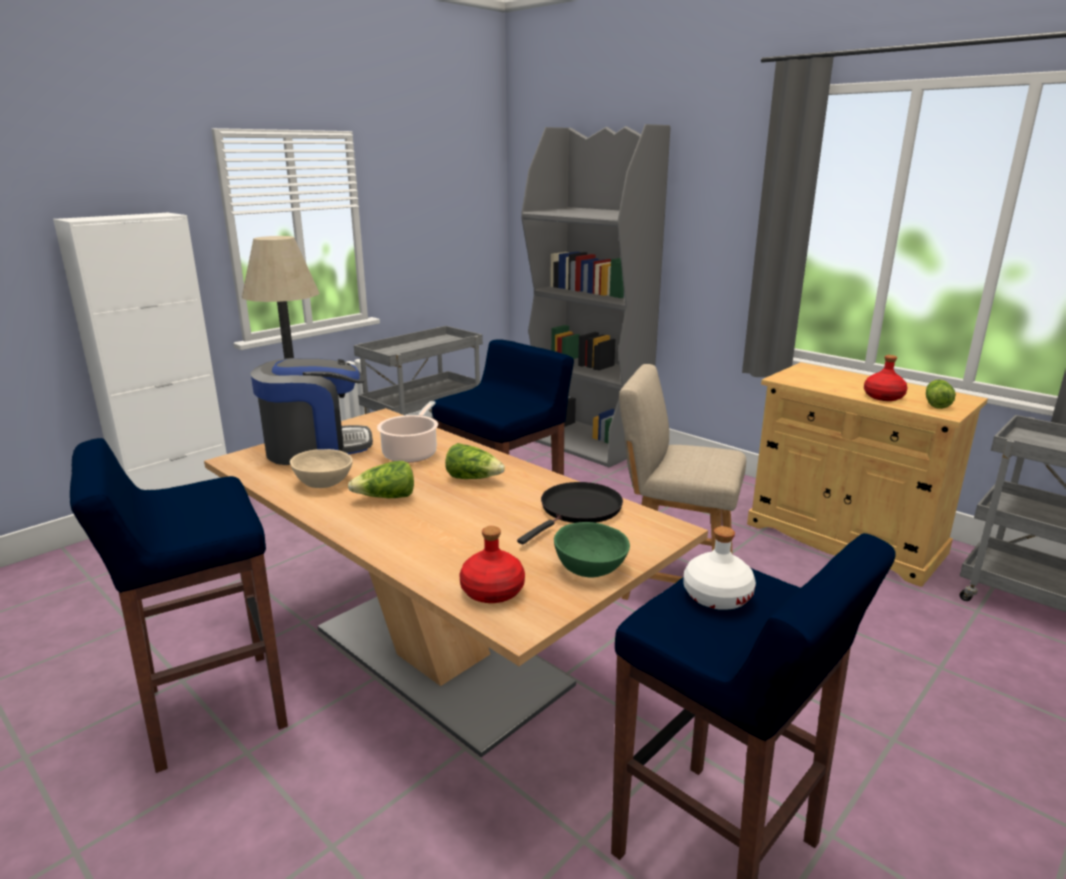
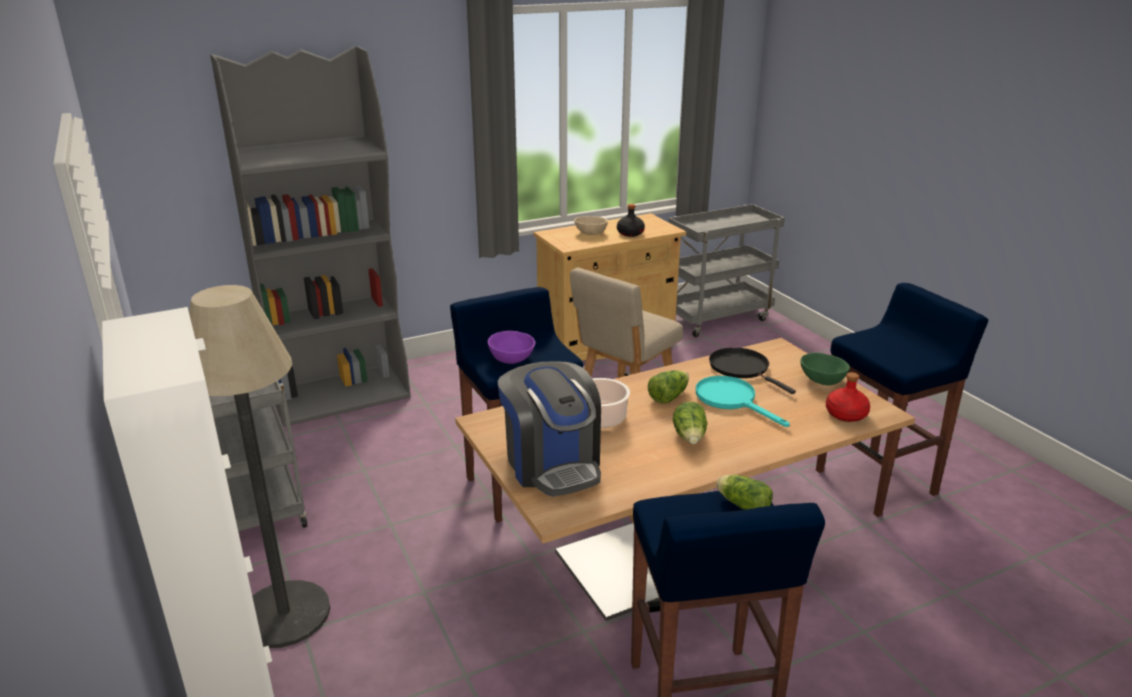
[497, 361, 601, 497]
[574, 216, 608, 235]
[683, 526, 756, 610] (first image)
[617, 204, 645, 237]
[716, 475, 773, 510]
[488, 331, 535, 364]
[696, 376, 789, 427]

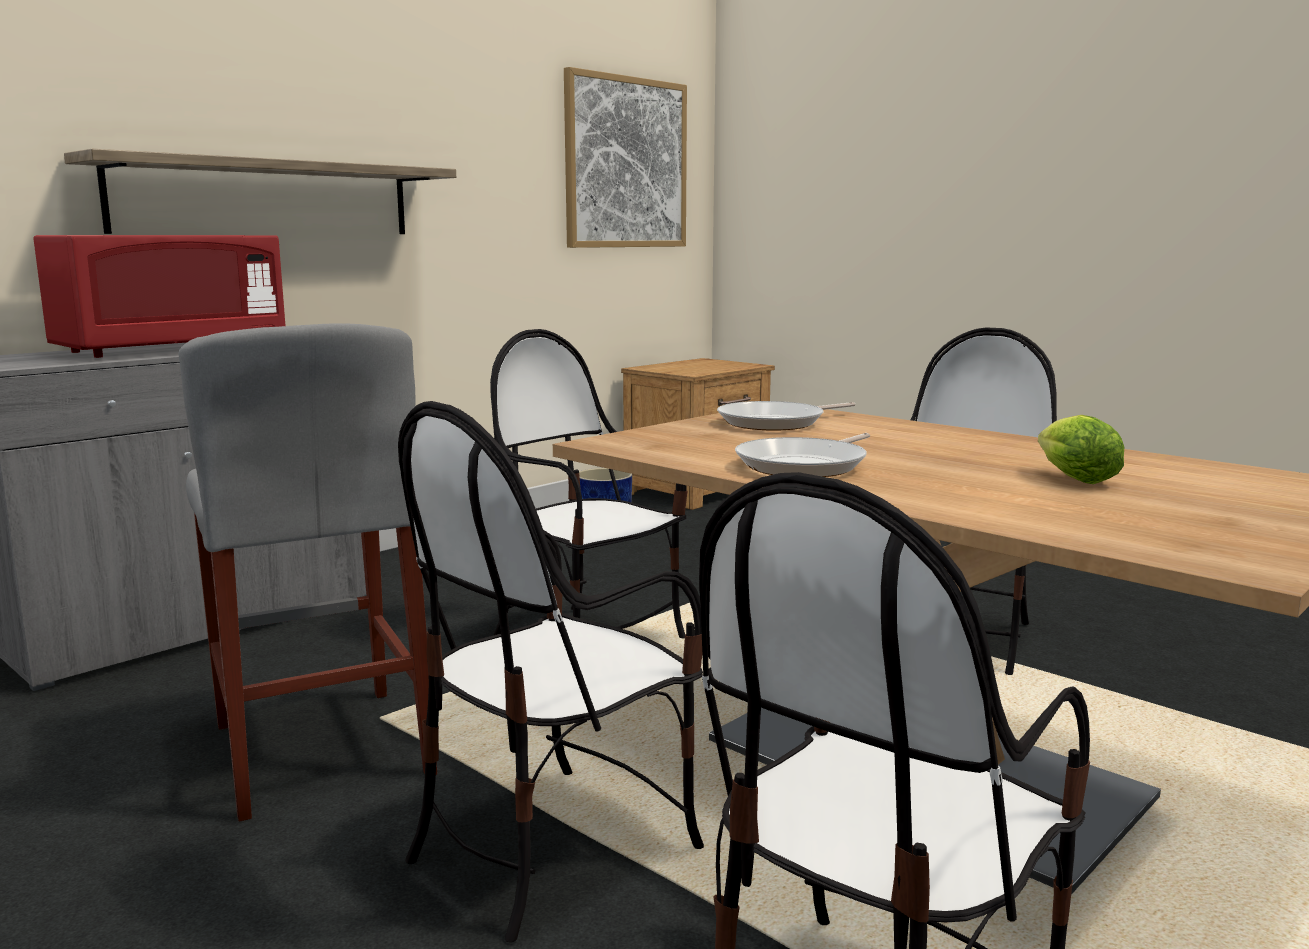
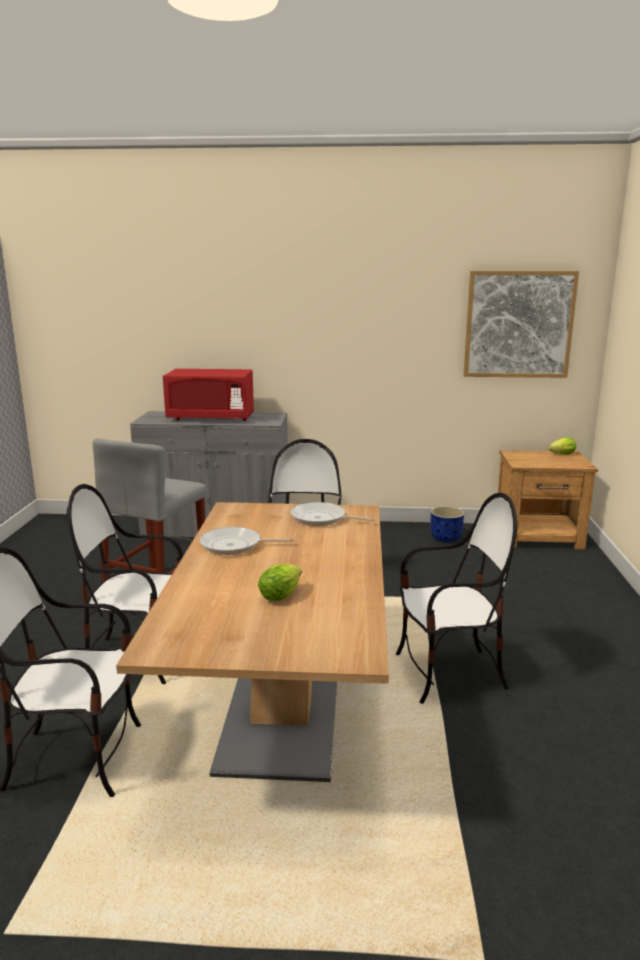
[64, 149, 456, 234] (first image)
[548, 437, 576, 455]

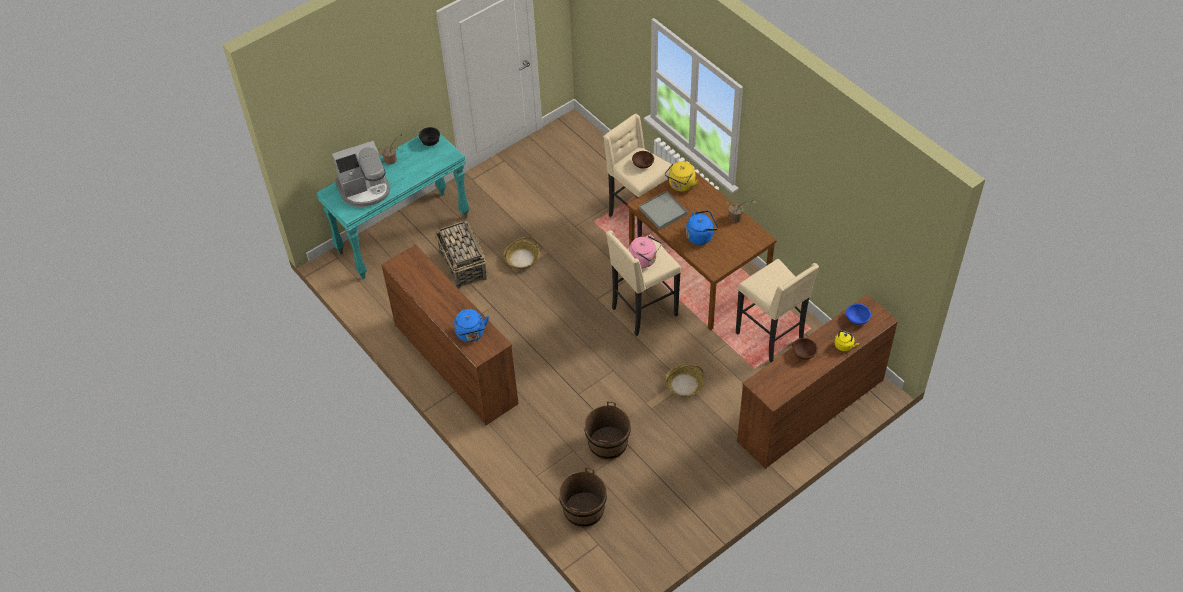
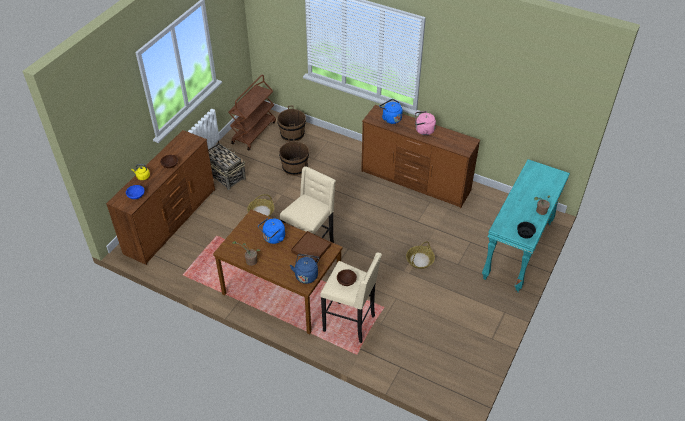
[332, 141, 390, 207] (first image)
[208, 141, 246, 190]
[415, 111, 436, 135]
[291, 231, 331, 263]
[290, 254, 319, 284]
[736, 259, 819, 362] (first image)
[228, 75, 276, 150]

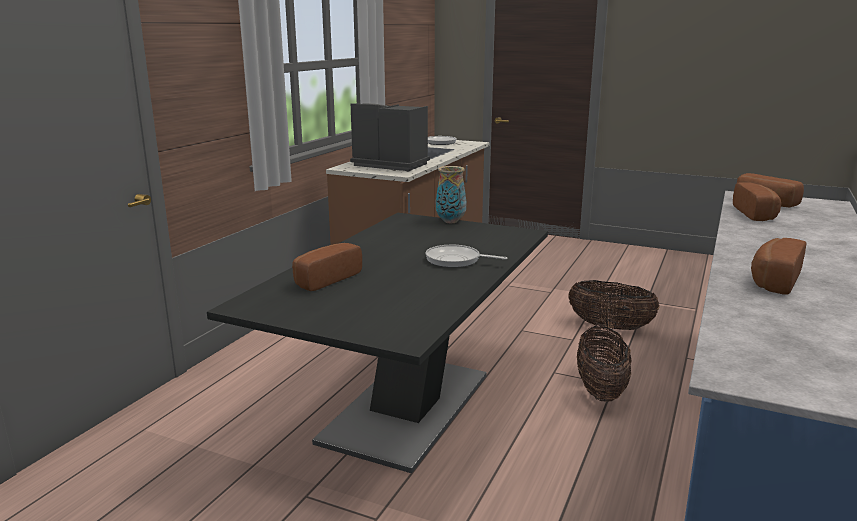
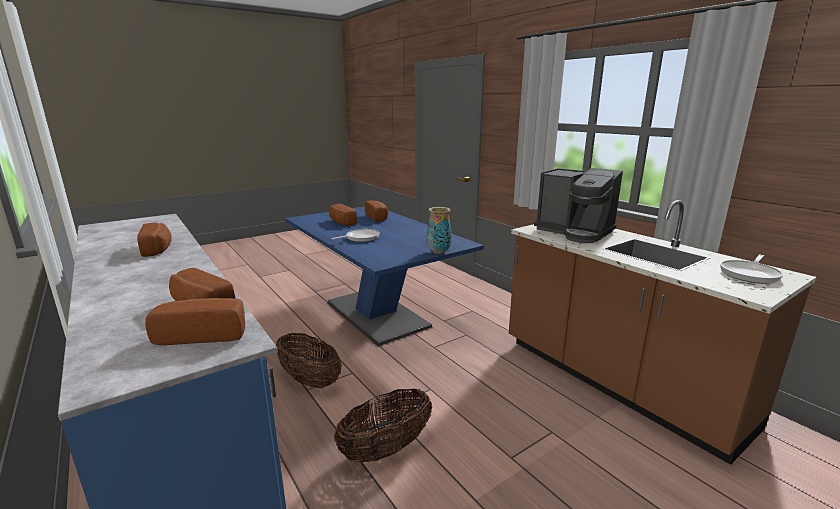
[285, 206, 484, 346]
[534, 168, 623, 243]
[329, 204, 357, 225]

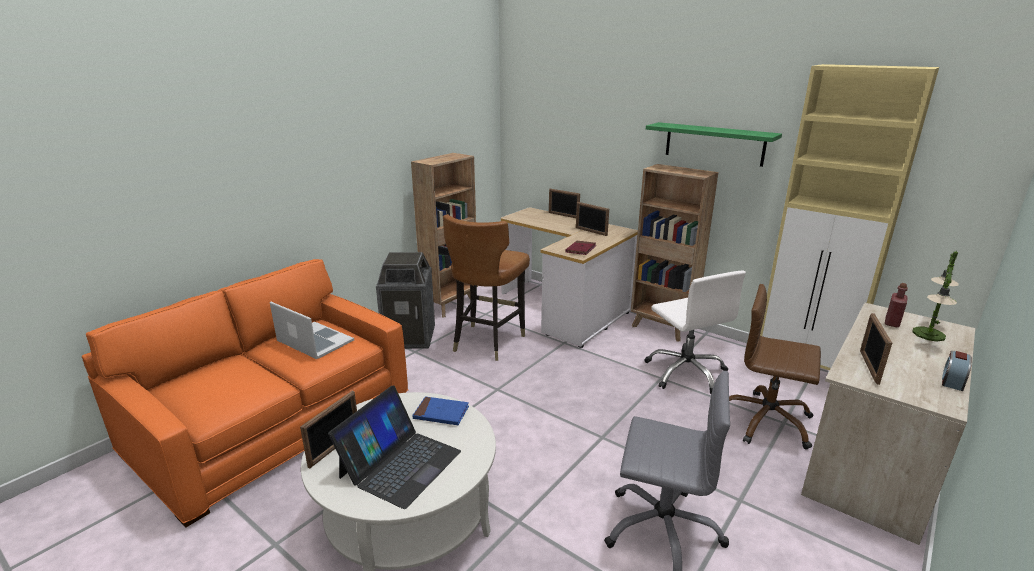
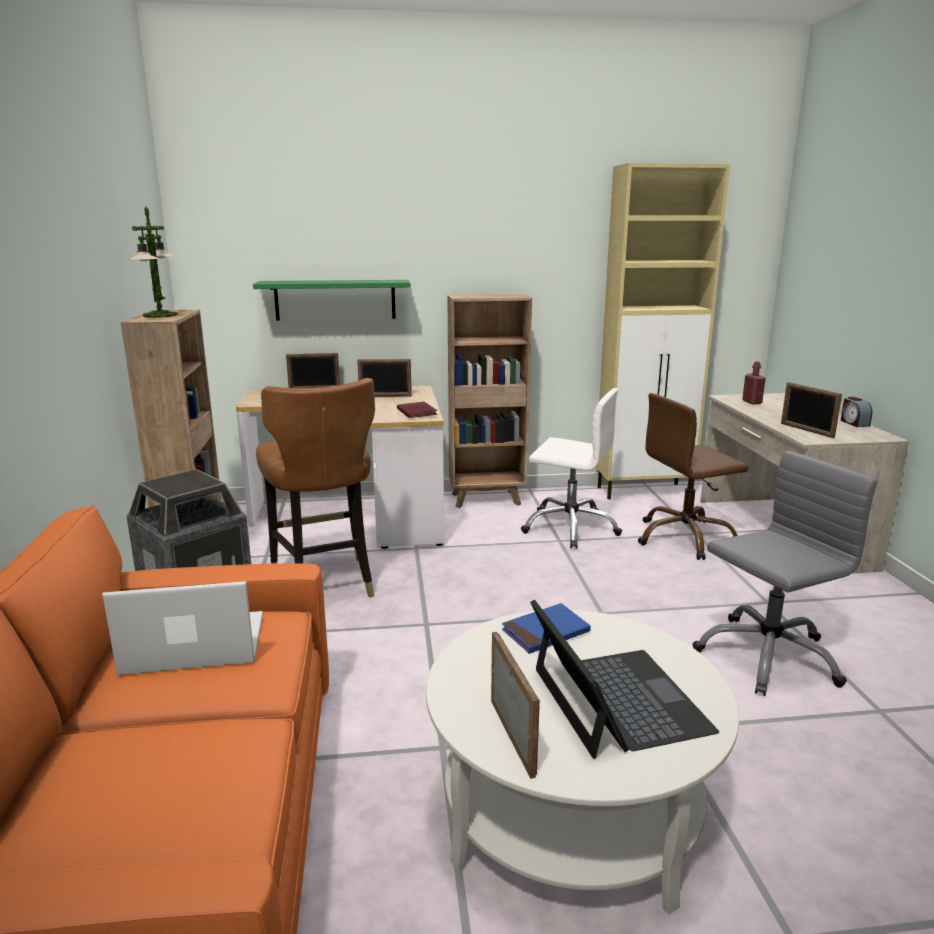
[253, 280, 410, 321]
[130, 206, 178, 318]

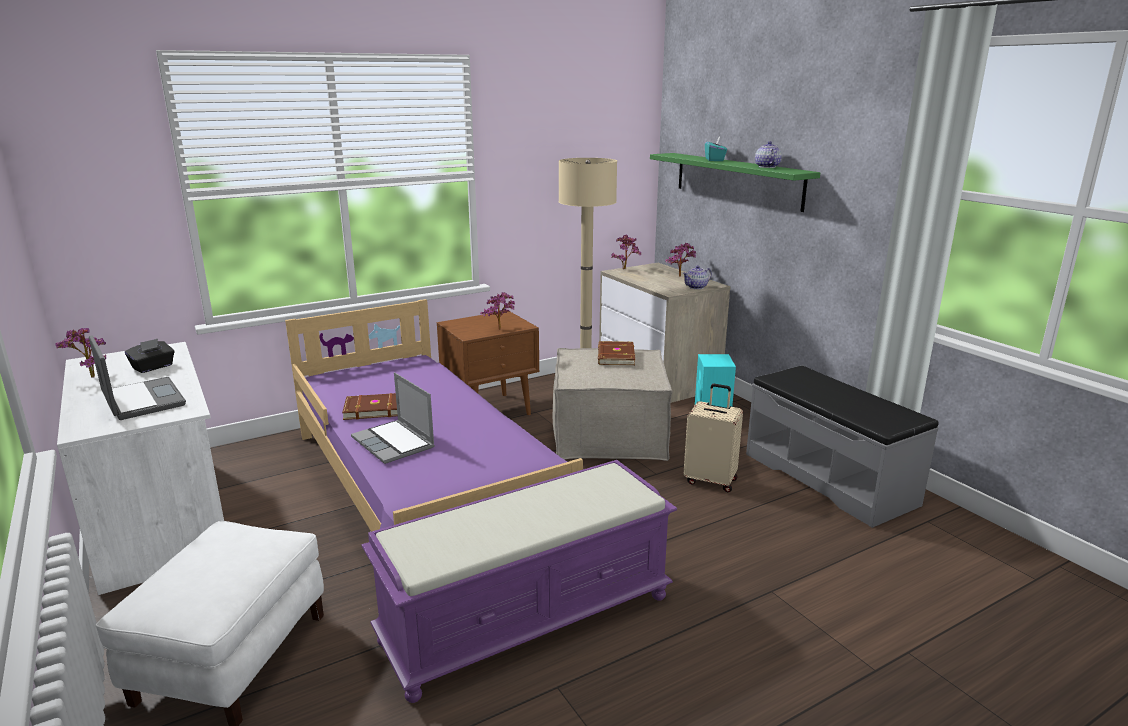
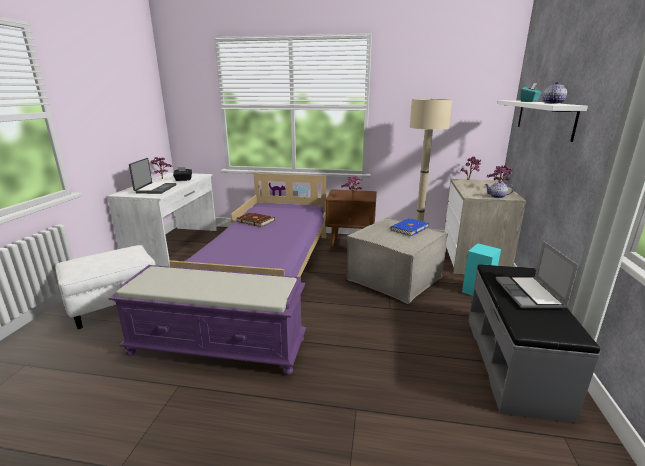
[496, 241, 579, 308]
[390, 218, 429, 236]
[497, 100, 588, 142]
[684, 384, 743, 492] (first image)

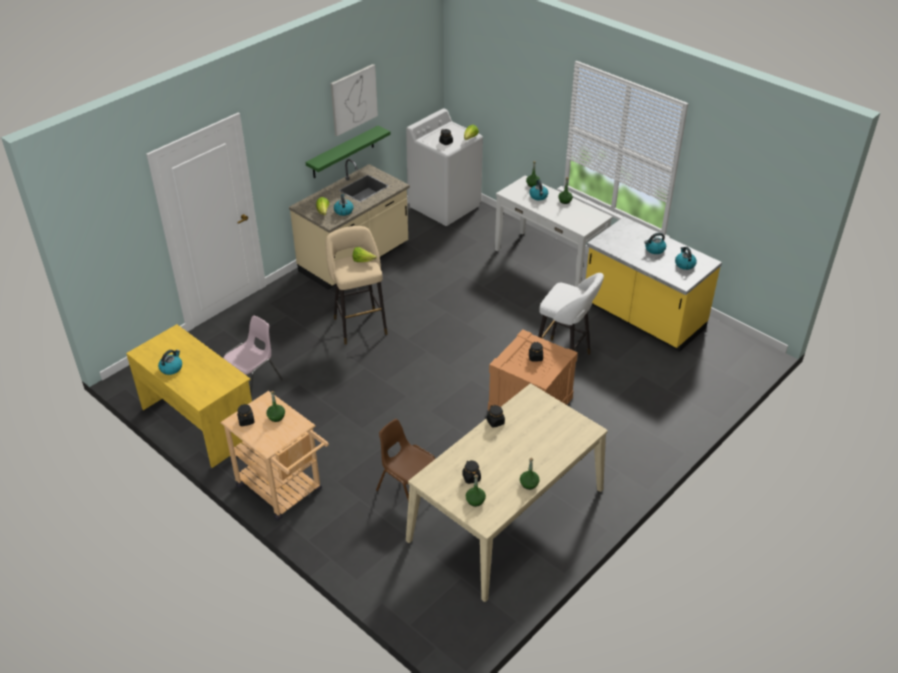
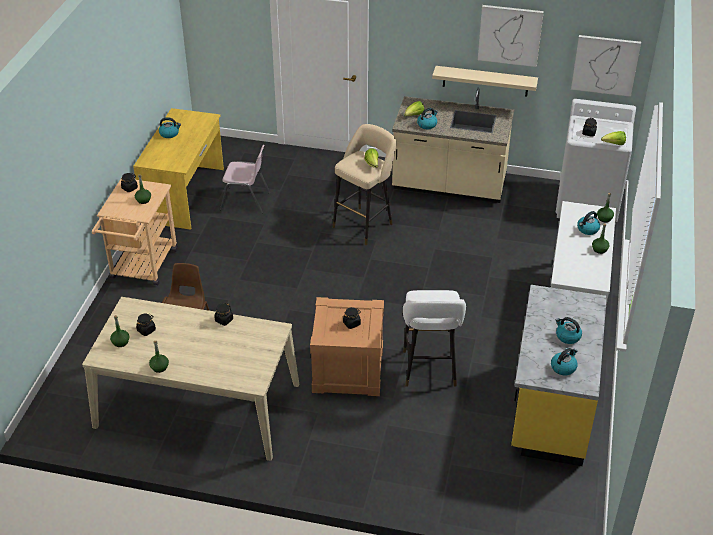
[432, 66, 538, 97]
[571, 35, 641, 97]

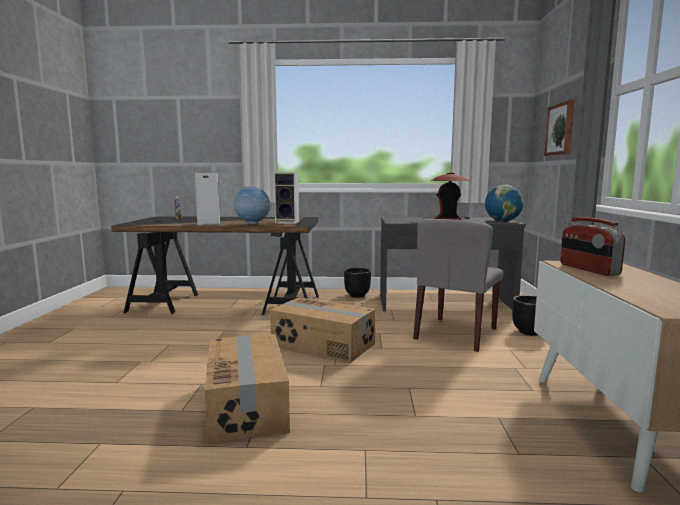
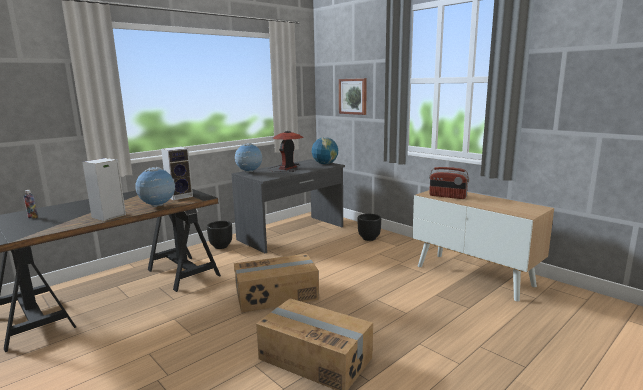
[413, 219, 503, 352] (first image)
[235, 143, 263, 173]

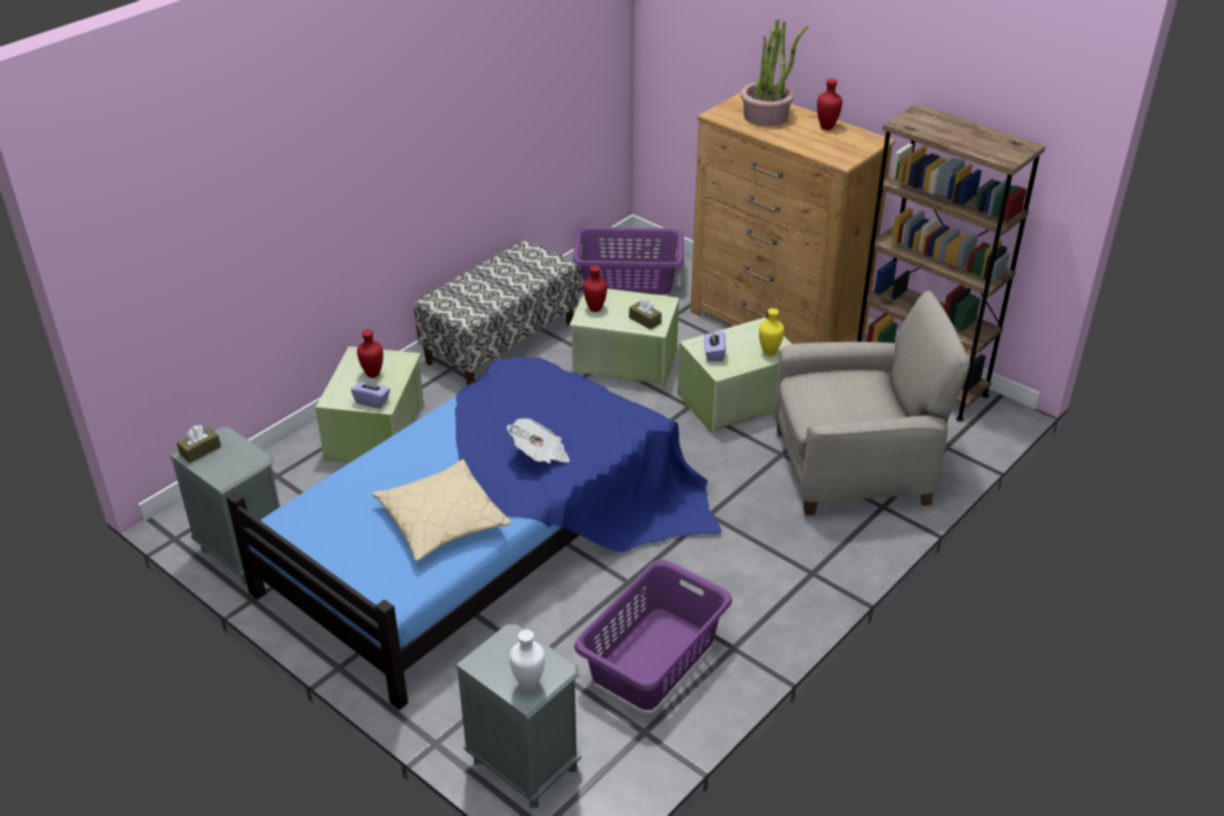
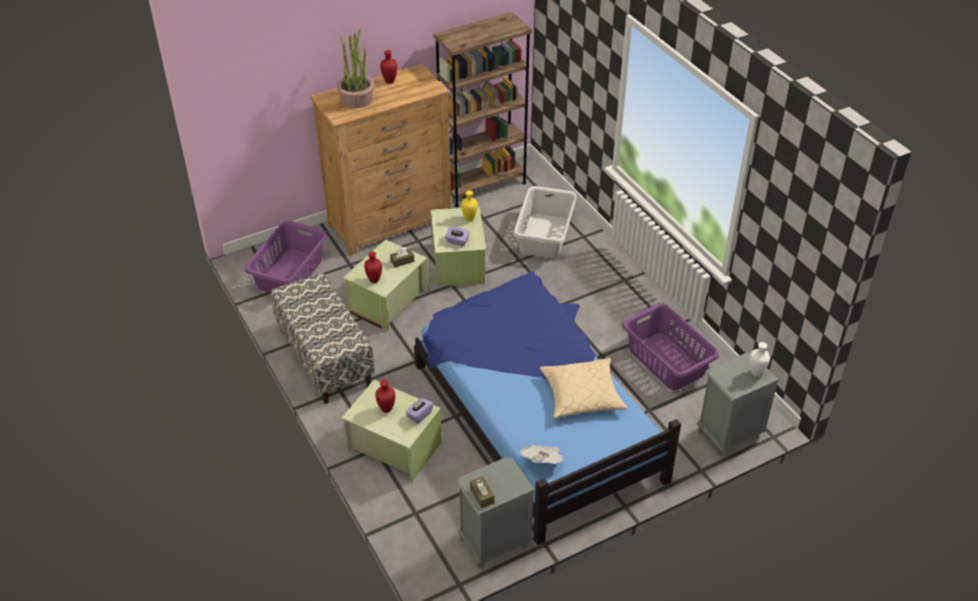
[520, 444, 564, 464]
[514, 186, 577, 258]

